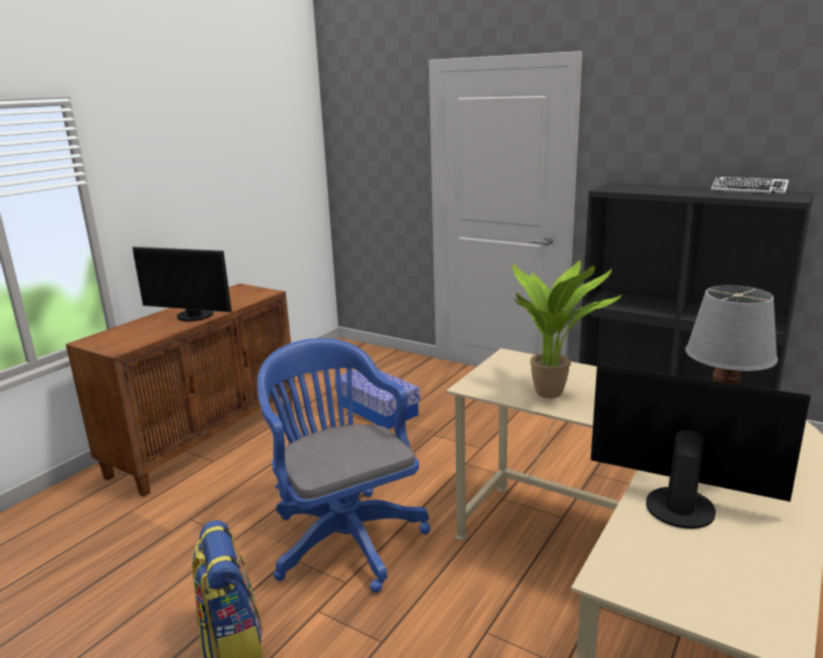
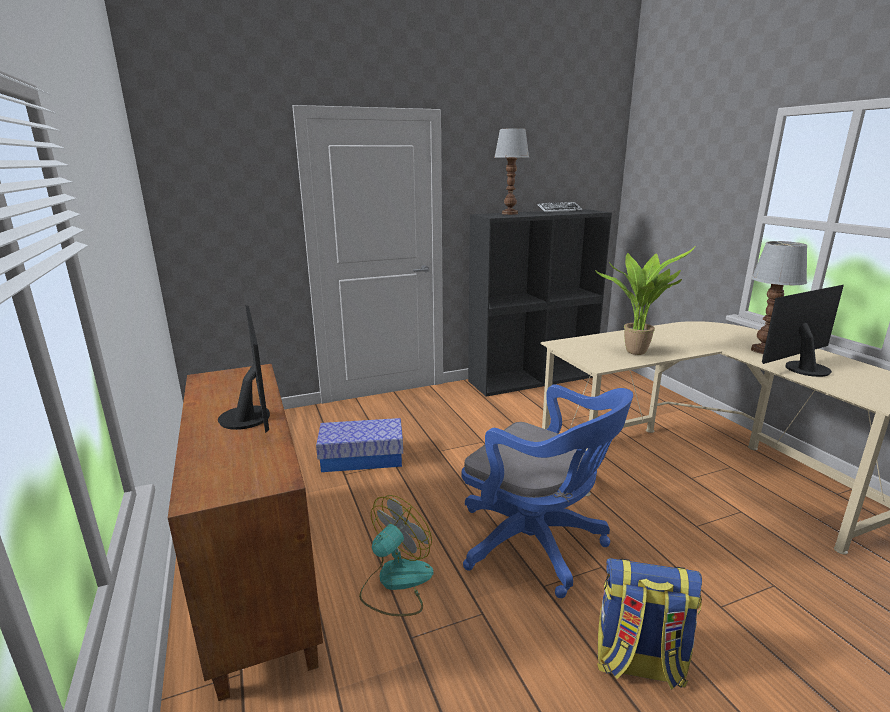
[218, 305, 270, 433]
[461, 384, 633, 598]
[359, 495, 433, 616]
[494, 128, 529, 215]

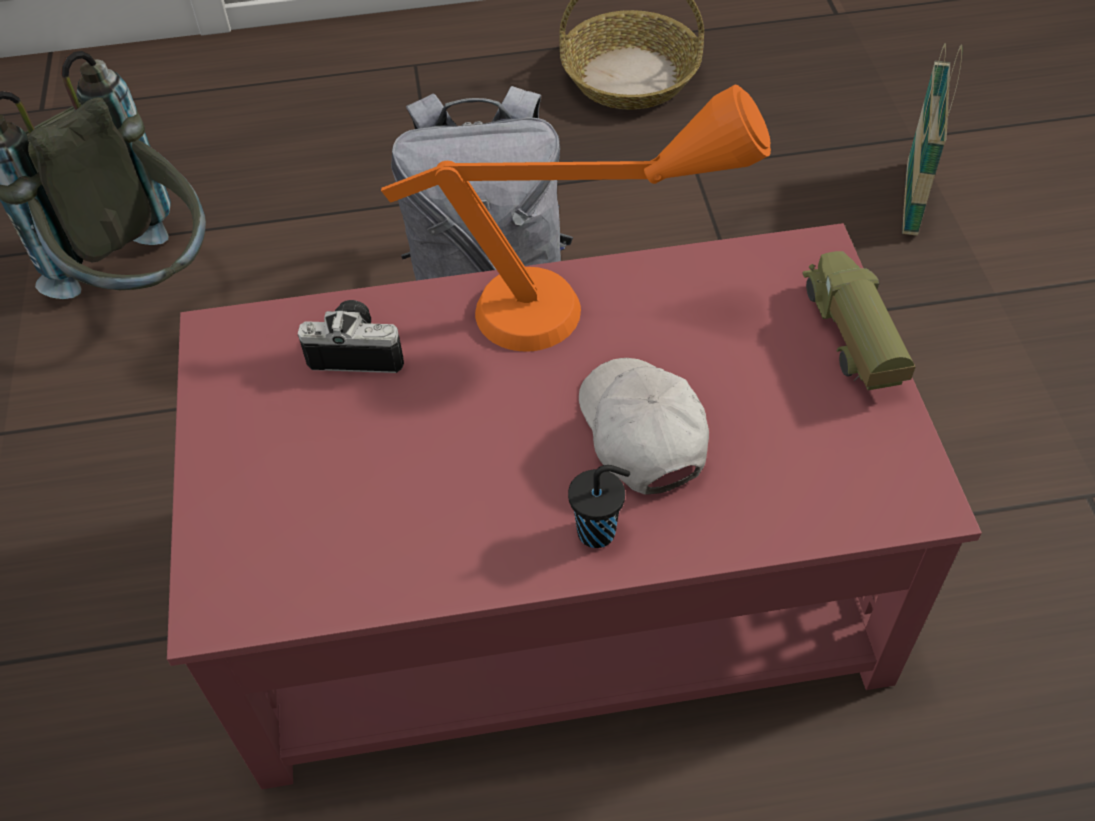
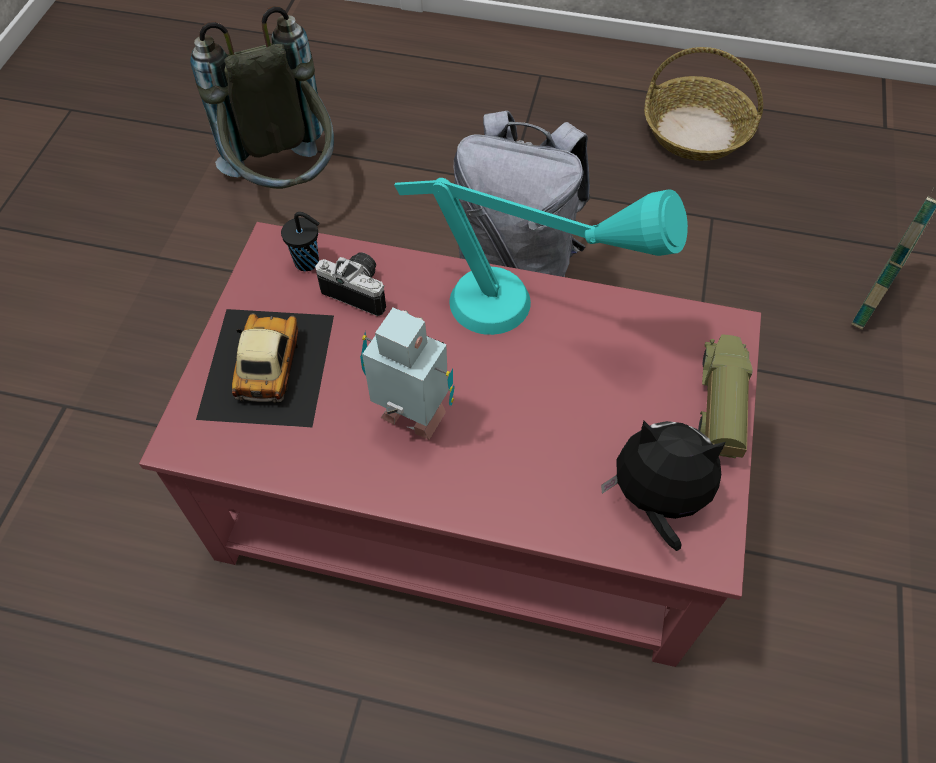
[394, 178, 688, 335]
[281, 212, 319, 271]
[579, 358, 709, 495] (first image)
[196, 309, 334, 427]
[360, 308, 455, 439]
[601, 421, 726, 551]

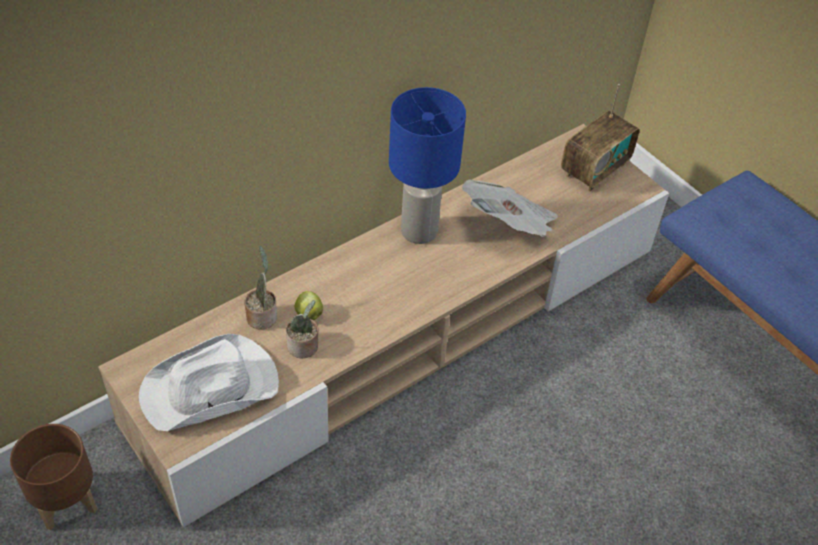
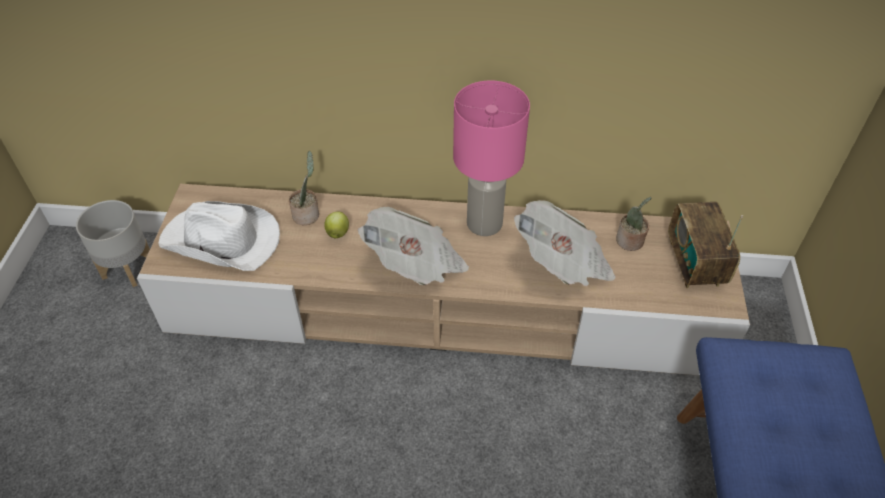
[76, 200, 150, 287]
[616, 197, 652, 251]
[453, 81, 530, 236]
[668, 202, 743, 288]
[358, 207, 469, 286]

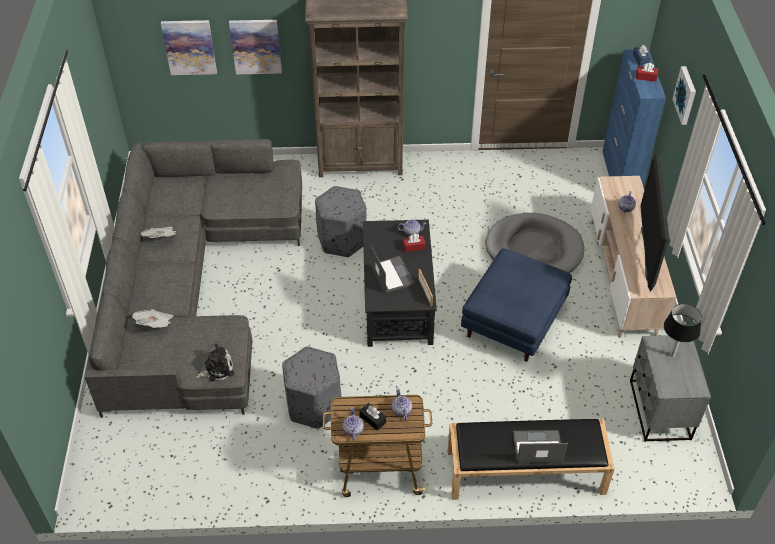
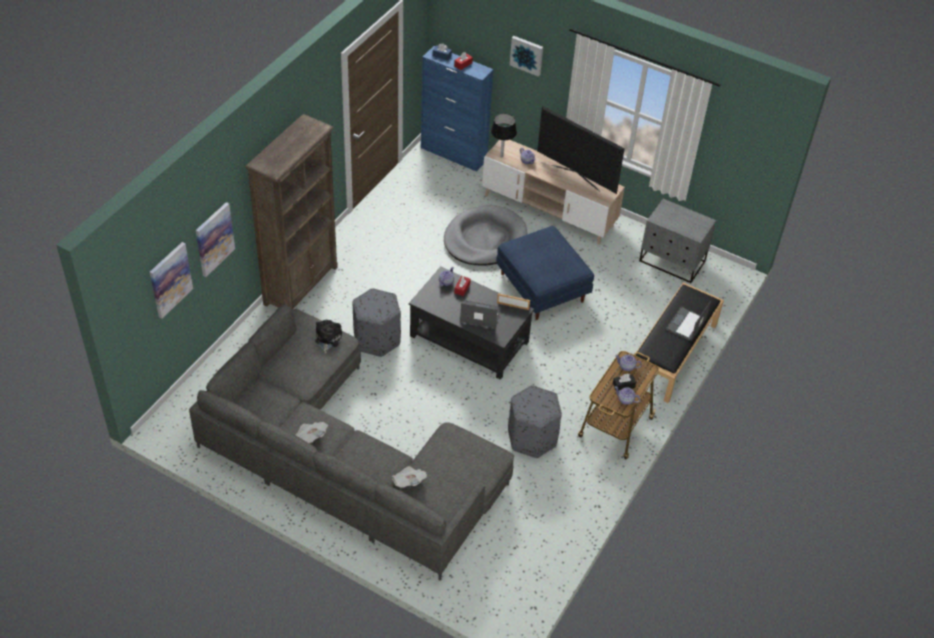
[315, 320, 342, 354]
[491, 114, 517, 158]

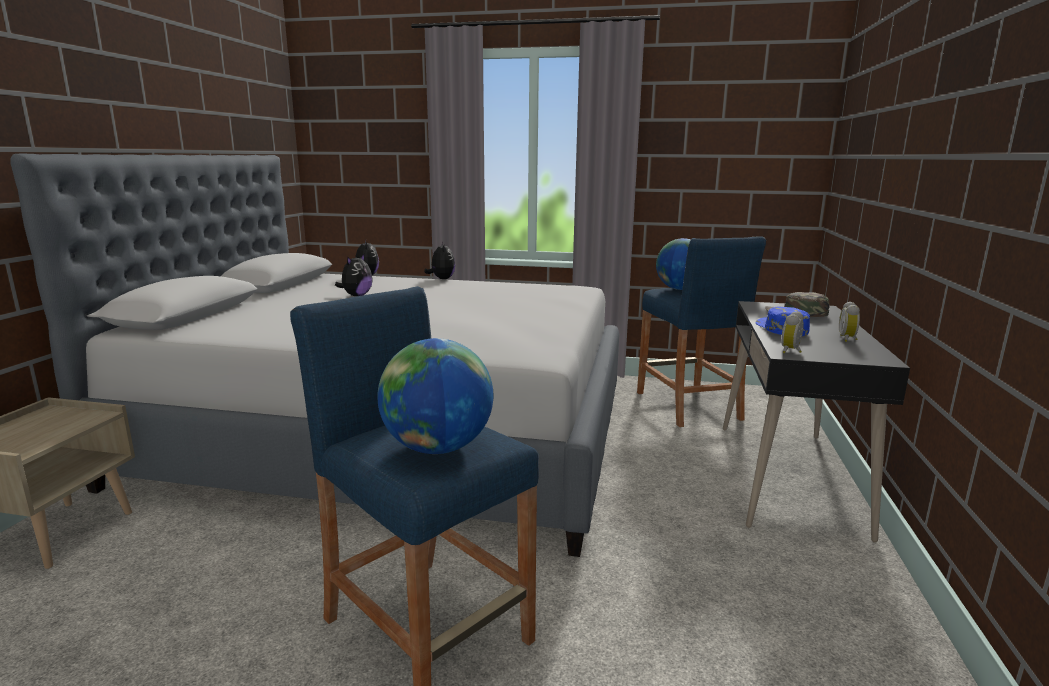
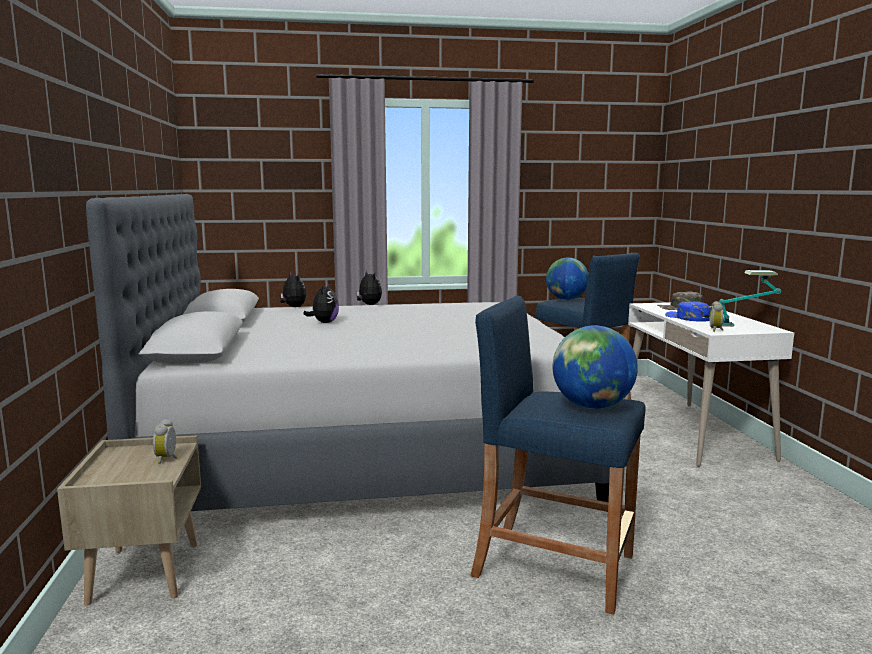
[624, 302, 794, 467]
[153, 419, 177, 464]
[719, 270, 781, 327]

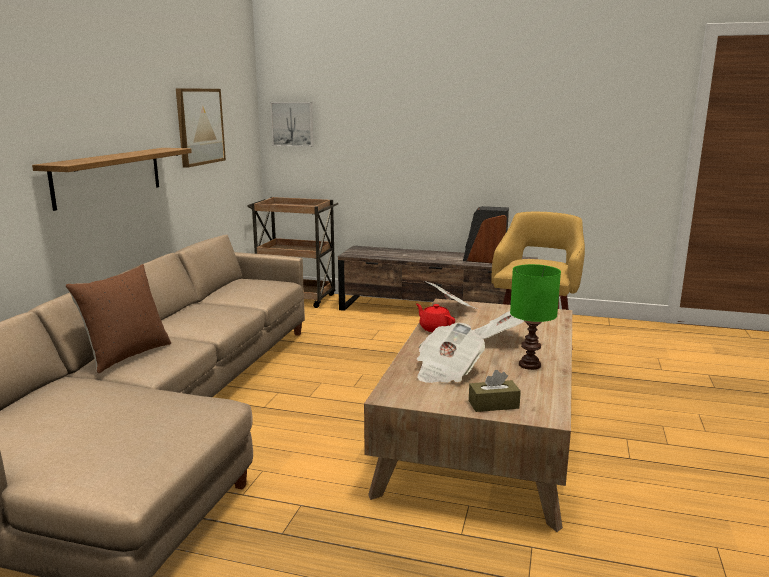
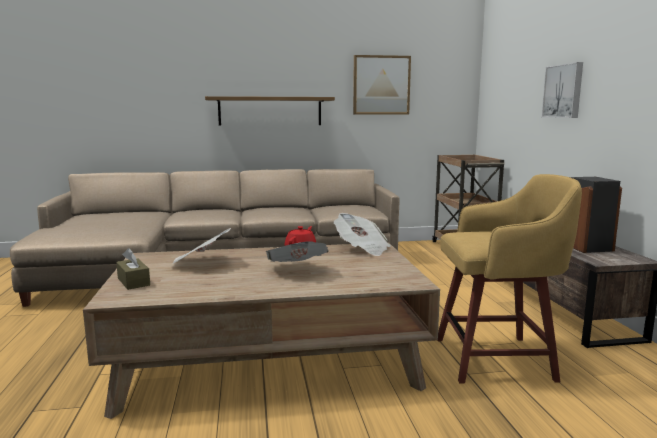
[65, 264, 171, 373] (first image)
[541, 62, 583, 118]
[510, 264, 561, 370] (first image)

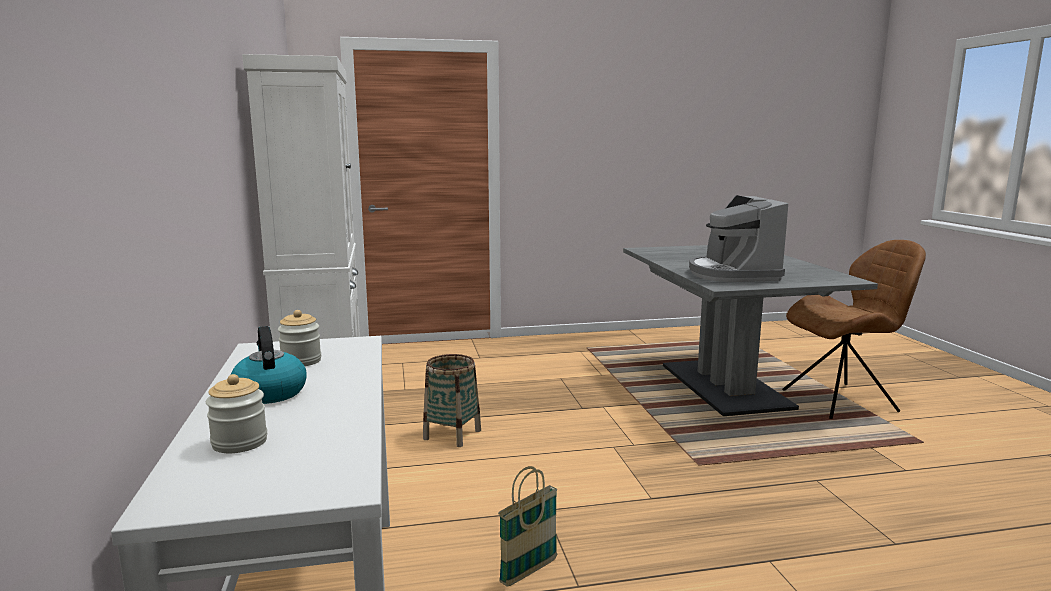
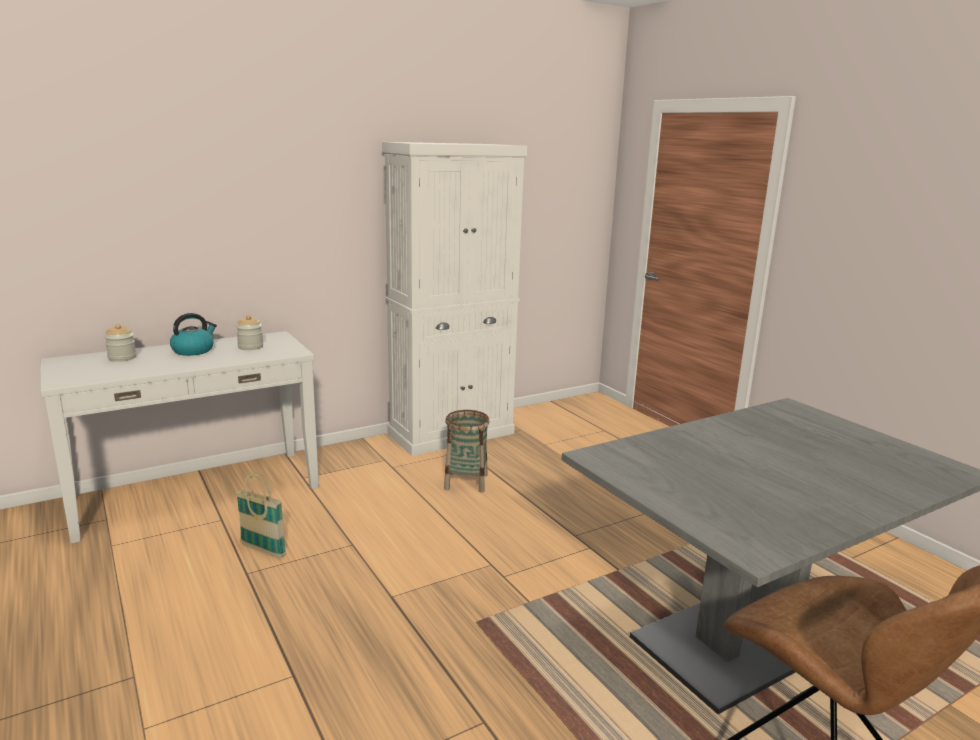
[689, 195, 788, 282] (first image)

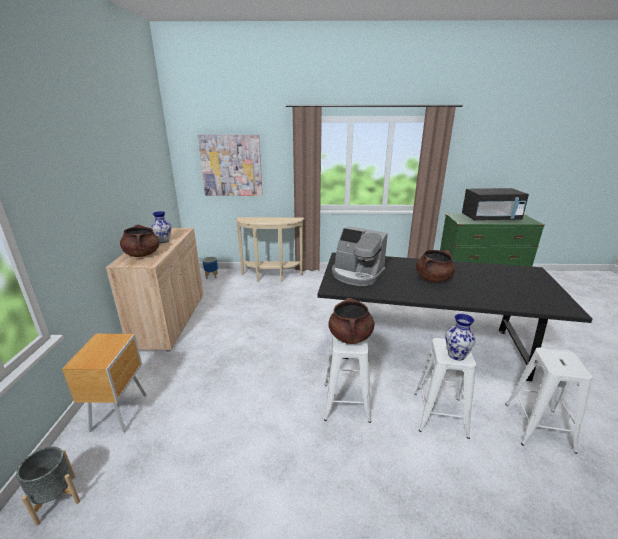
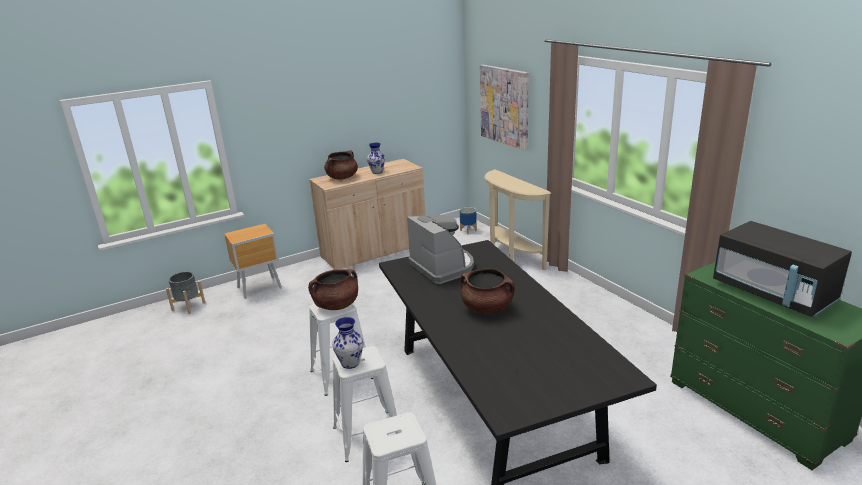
[407, 215, 474, 284]

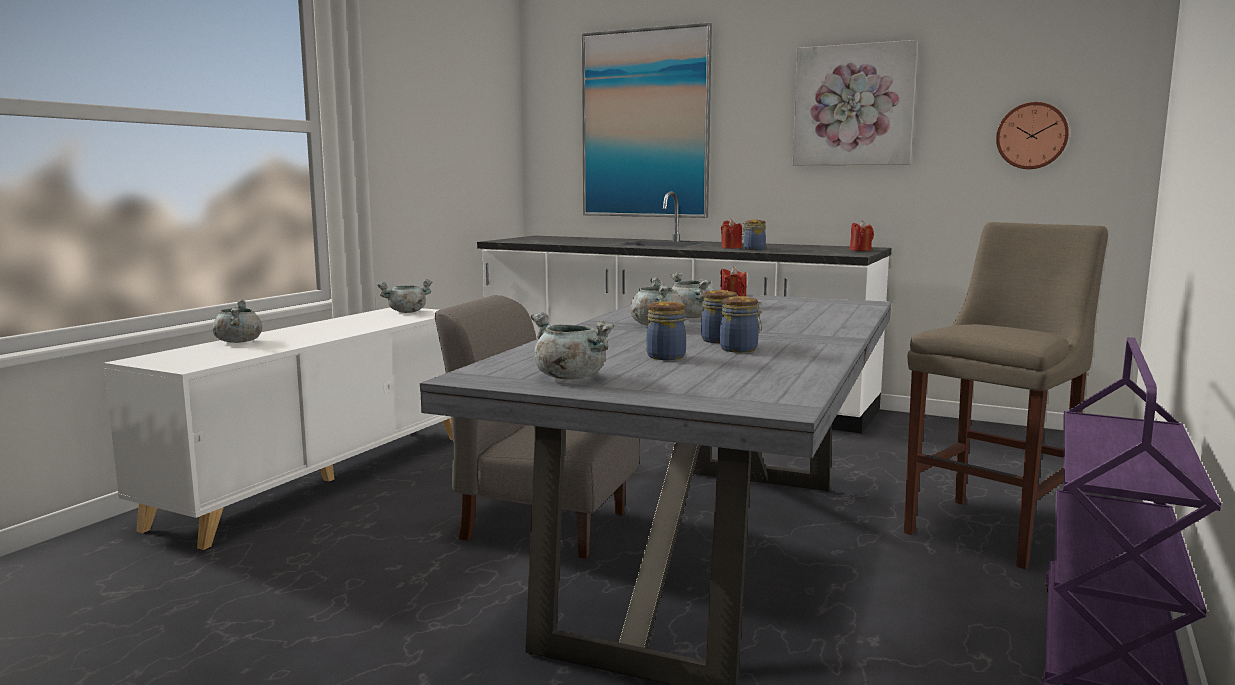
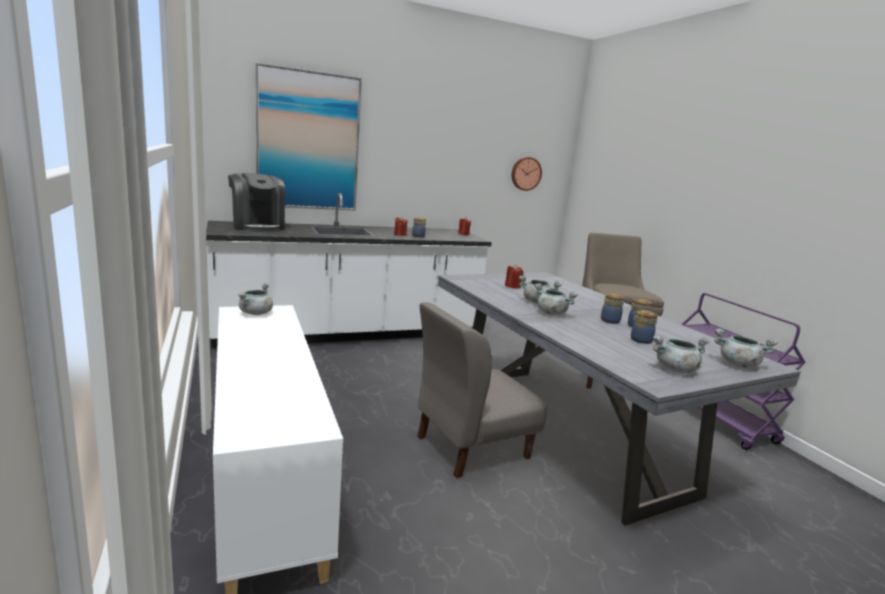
[714, 328, 778, 368]
[793, 40, 918, 165] (first image)
[228, 173, 285, 232]

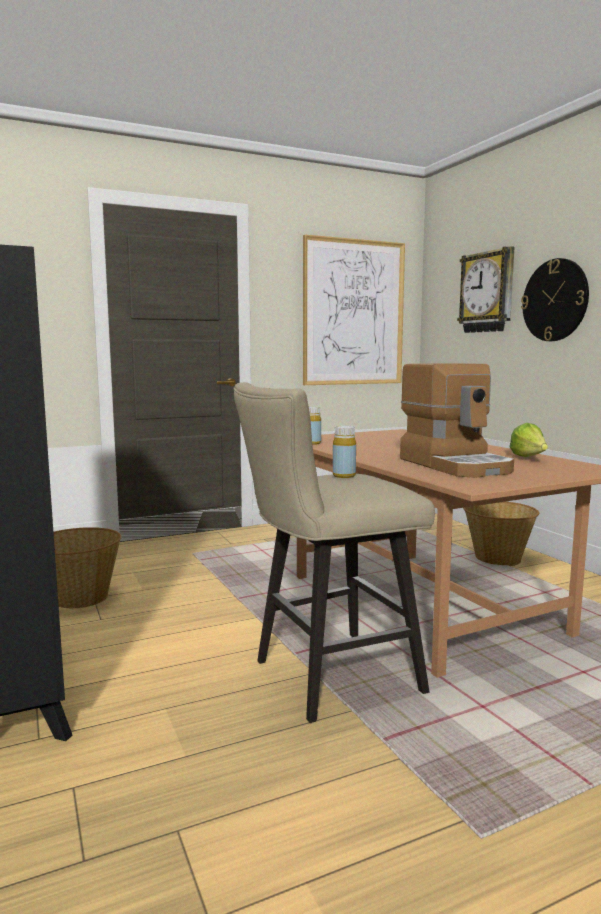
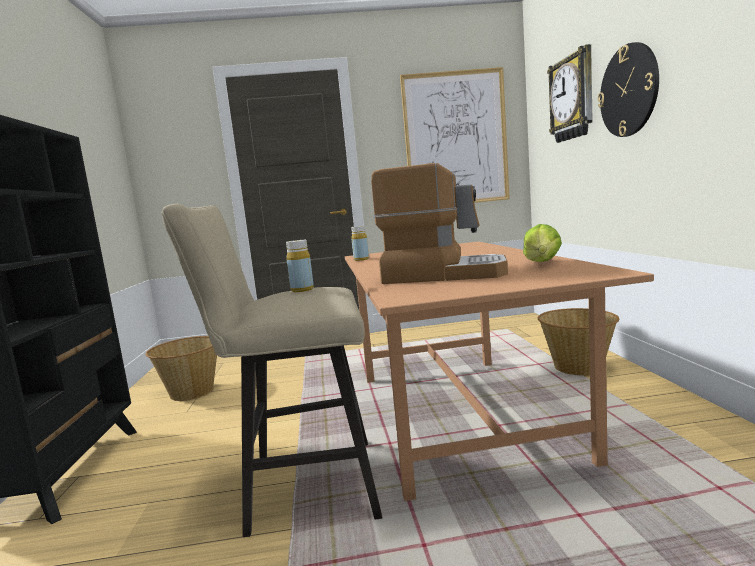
[371, 163, 508, 284]

